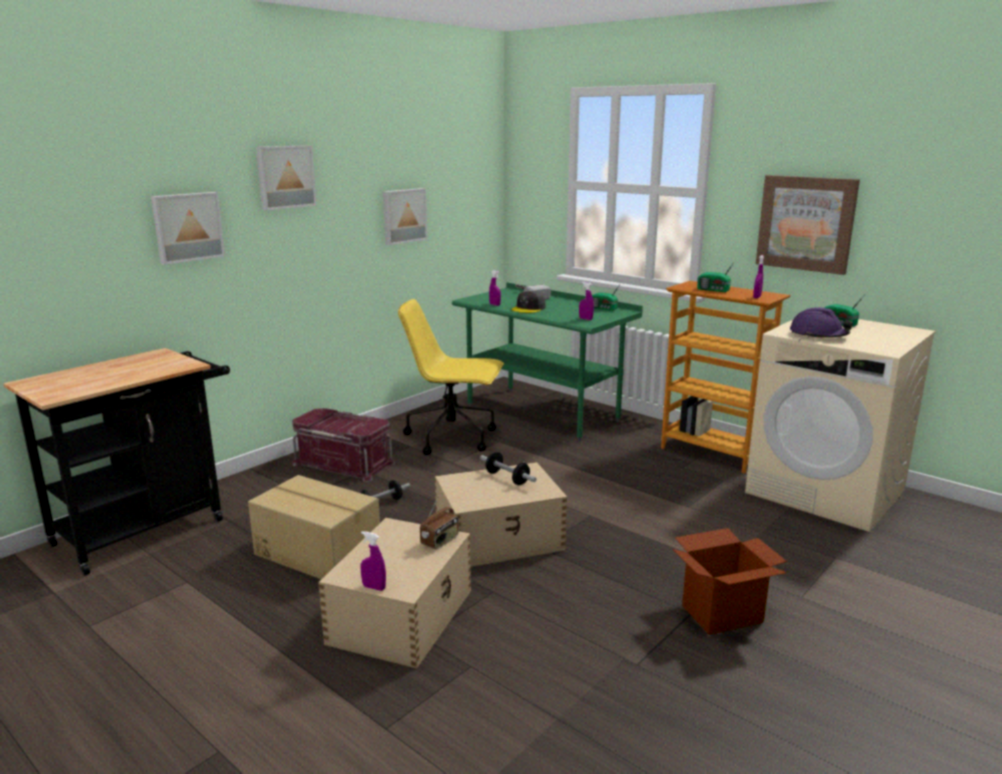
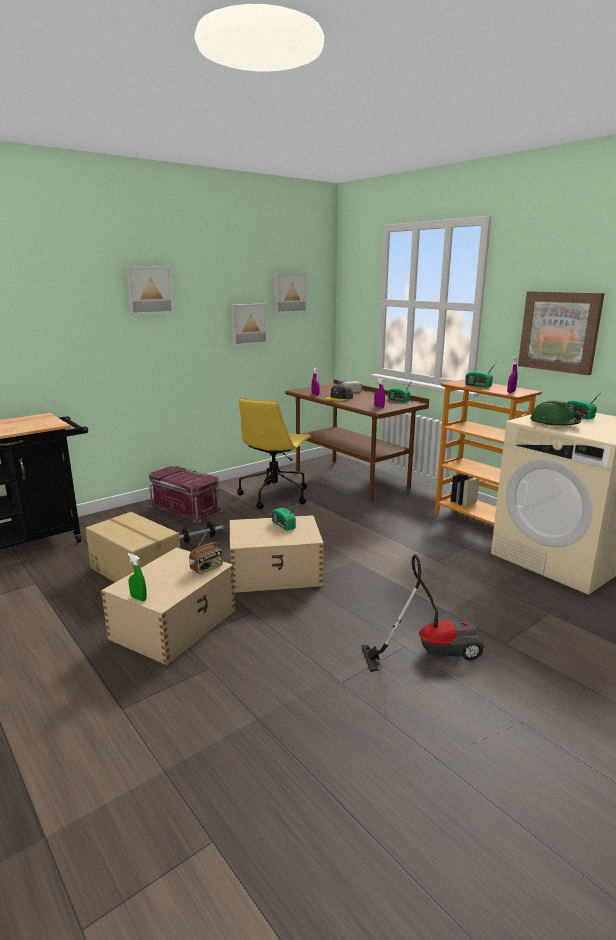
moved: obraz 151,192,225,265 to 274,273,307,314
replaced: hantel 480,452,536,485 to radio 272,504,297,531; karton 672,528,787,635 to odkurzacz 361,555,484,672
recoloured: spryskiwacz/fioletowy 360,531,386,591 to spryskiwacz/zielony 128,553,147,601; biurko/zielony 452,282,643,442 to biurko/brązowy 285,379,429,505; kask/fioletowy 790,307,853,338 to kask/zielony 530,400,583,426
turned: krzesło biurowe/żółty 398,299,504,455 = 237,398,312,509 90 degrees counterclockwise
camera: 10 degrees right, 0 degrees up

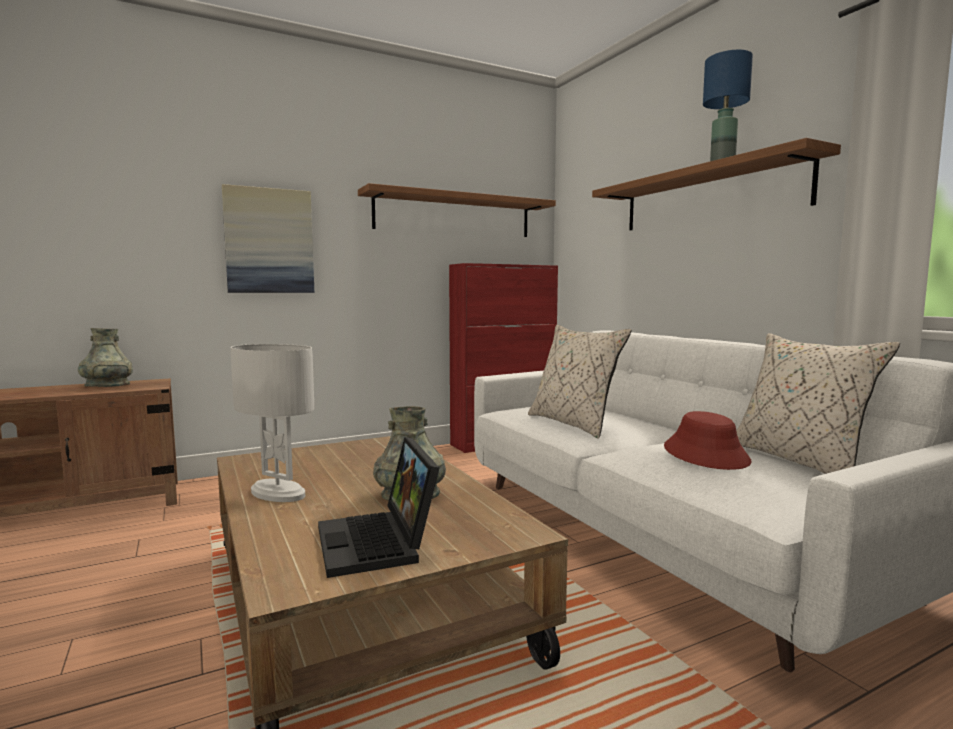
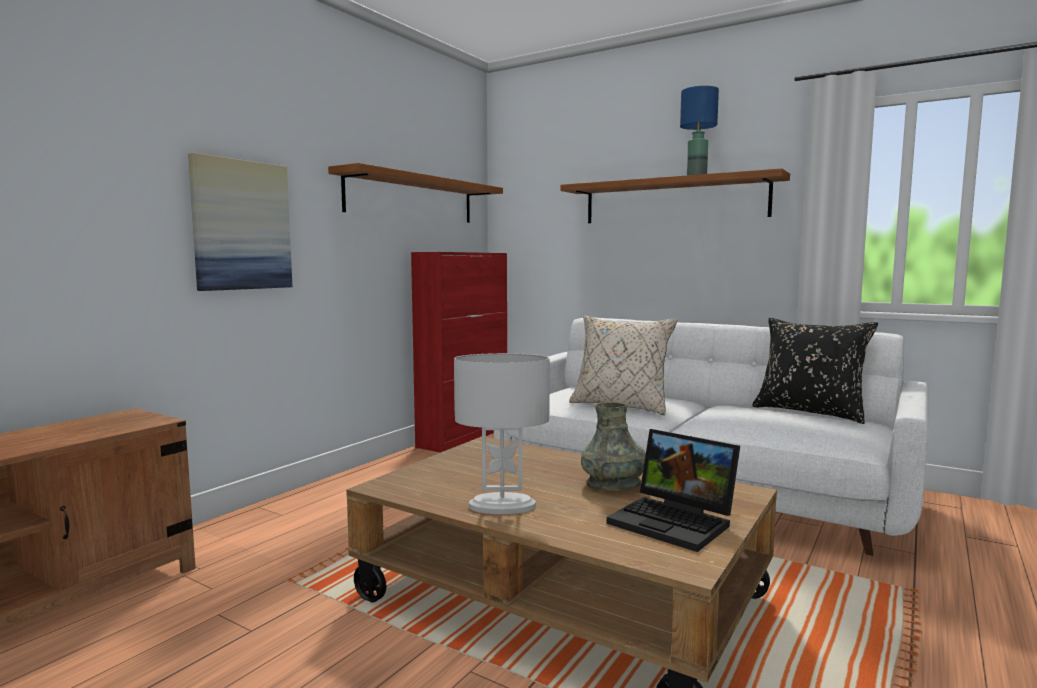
removed: wazon/szary 78,328,133,387; kapelusz/czerwony 664,411,752,470
recoloured: poduszka/beżowy 736,333,900,474 to poduszka/czarny 752,318,878,424
camera: 30 degrees left, 0 degrees up

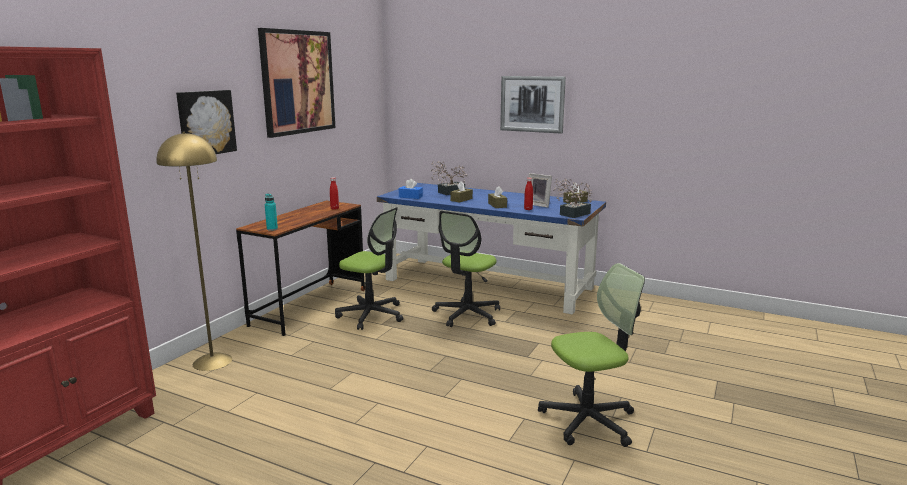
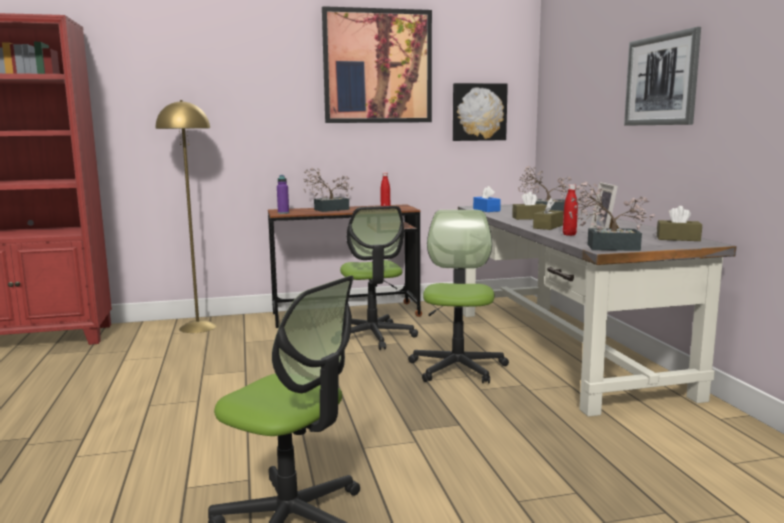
added: roślina doniczkowa 303,168,353,212
moved: obraz 176,90,237,154 to 453,83,508,141
recoloured: butelka/turkusowy 265,194,278,231 to butelka/fioletowy 277,175,289,214; biurko/niebieski 377,183,606,315 to biurko/szary 458,204,737,417
turned: krzesło biurowe 432,211,500,327 = 408,210,509,384 105 degrees clockwise
camera: 50 degrees right, 5 degrees down

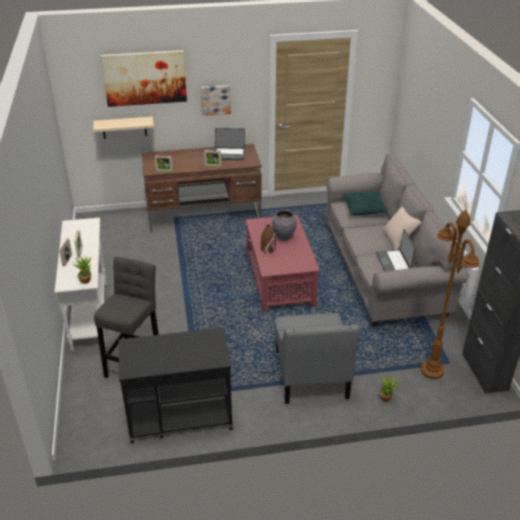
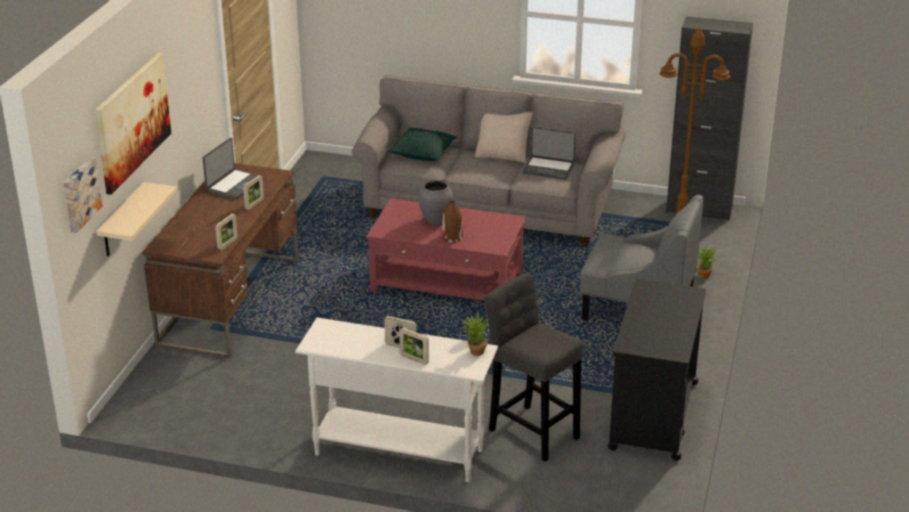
moved: obraz 200,85,231,116 to 63,157,103,233
camera: 65 degrees left, 5 degrees down

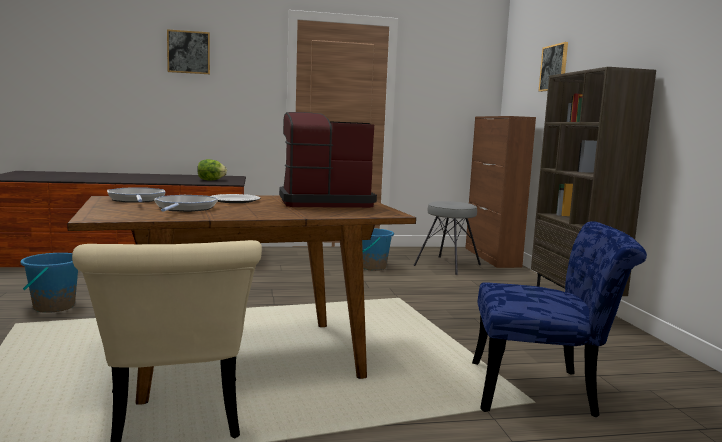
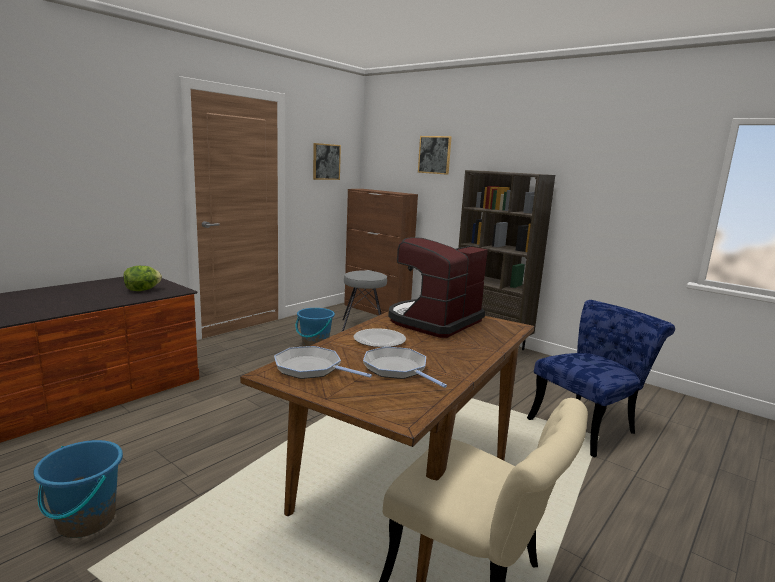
moved: obraz 167,29,210,74 to 313,143,341,180
camera: 40 degrees left, 5 degrees up

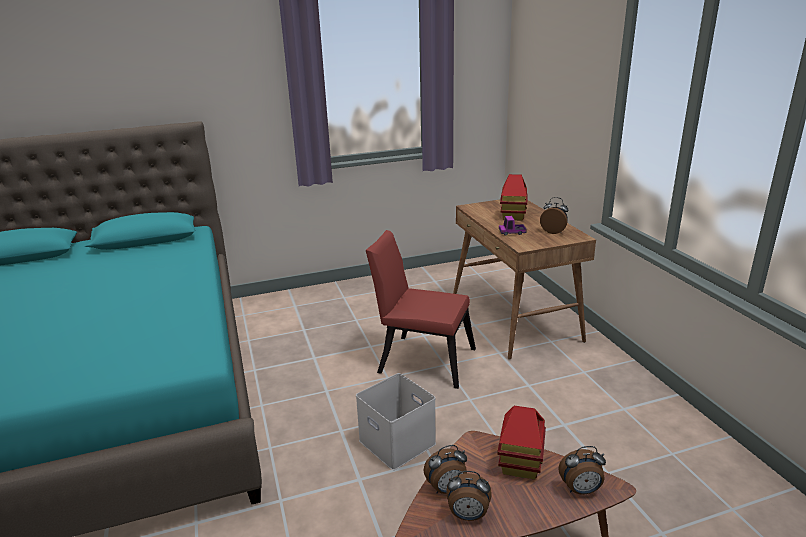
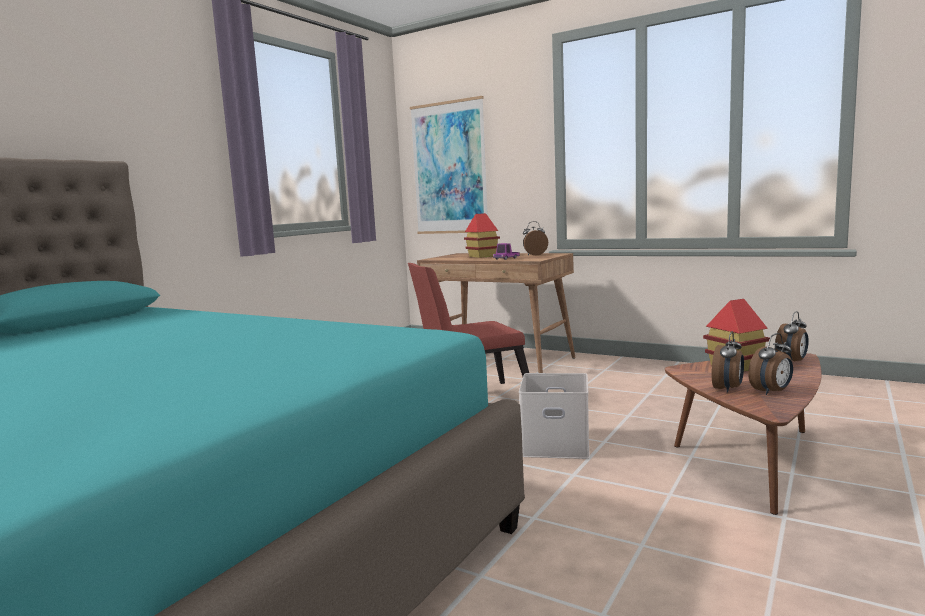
added: obraz 410,96,488,234
camera: 40 degrees left, 15 degrees down

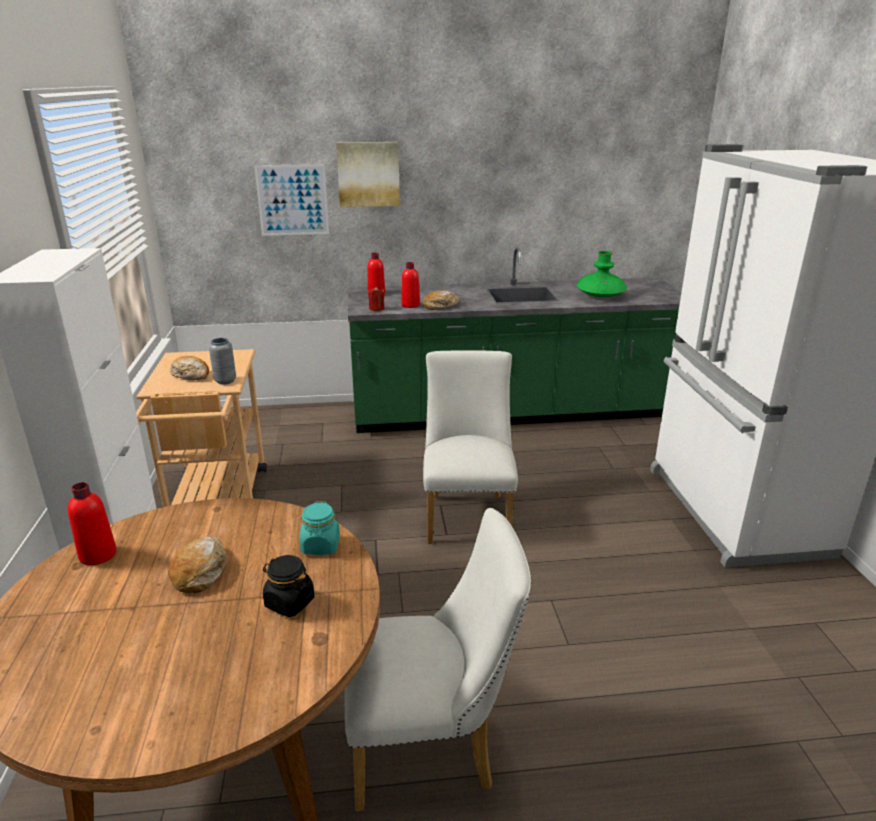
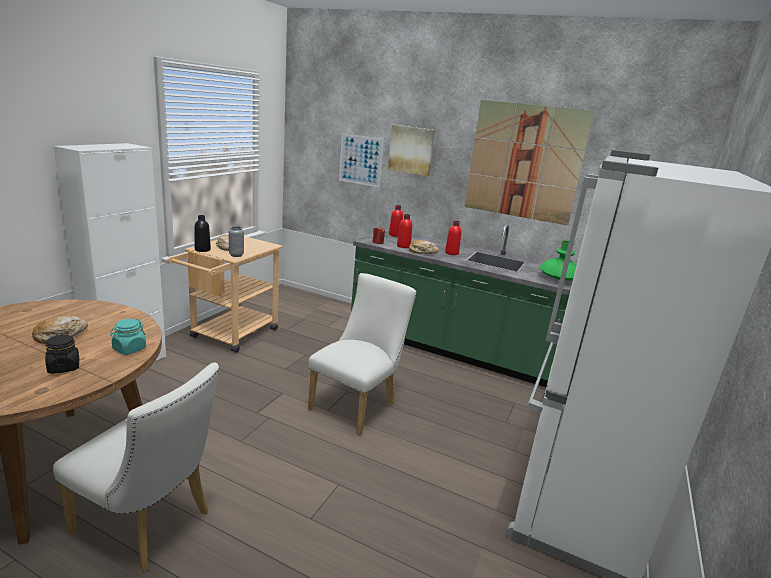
added: butelka/czarny 195,215,211,252; obraz 464,100,595,225
moved: butelka/czerwony 68,482,116,565 to 445,221,462,255
camera: 30 degrees right, 5 degrees down

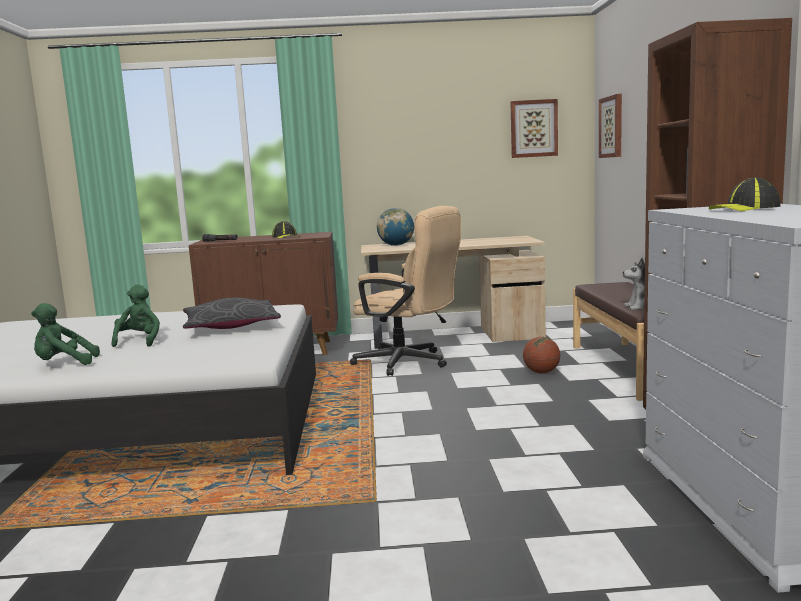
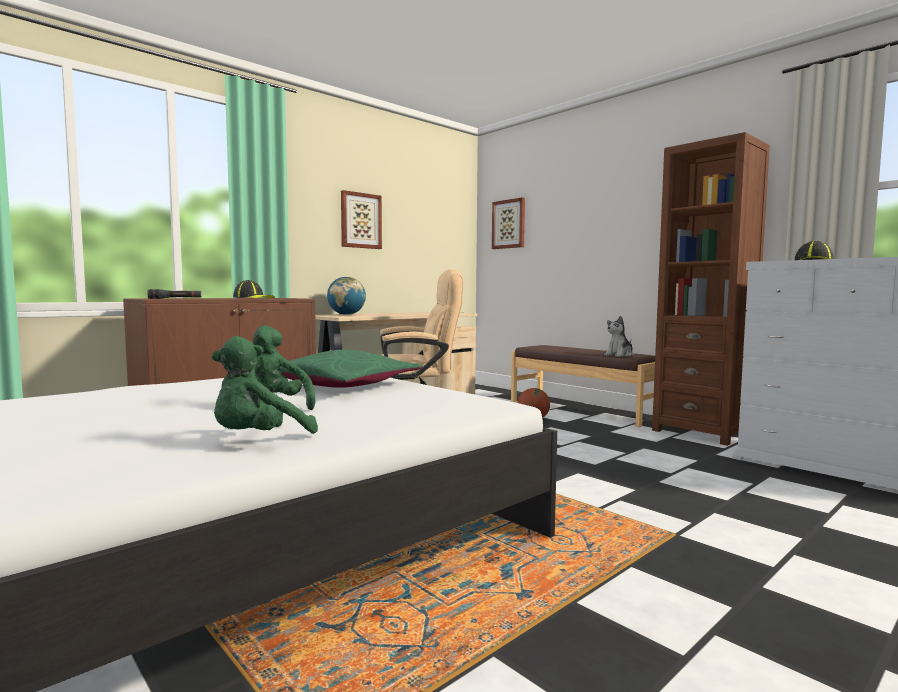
moved: obraz 510,99,558,158 to 341,190,382,249
recoloured: poduszka/szary 183,298,281,329 to poduszka/zielony 280,350,423,388
camera: 40 degrees left, 5 degrees down

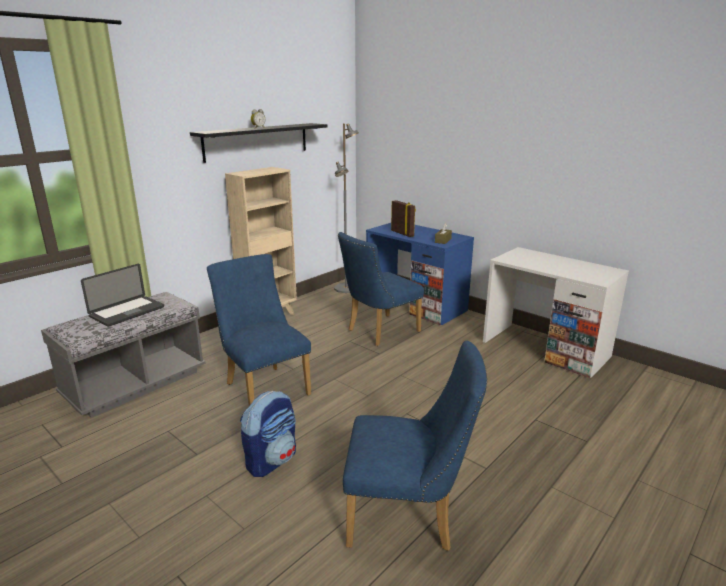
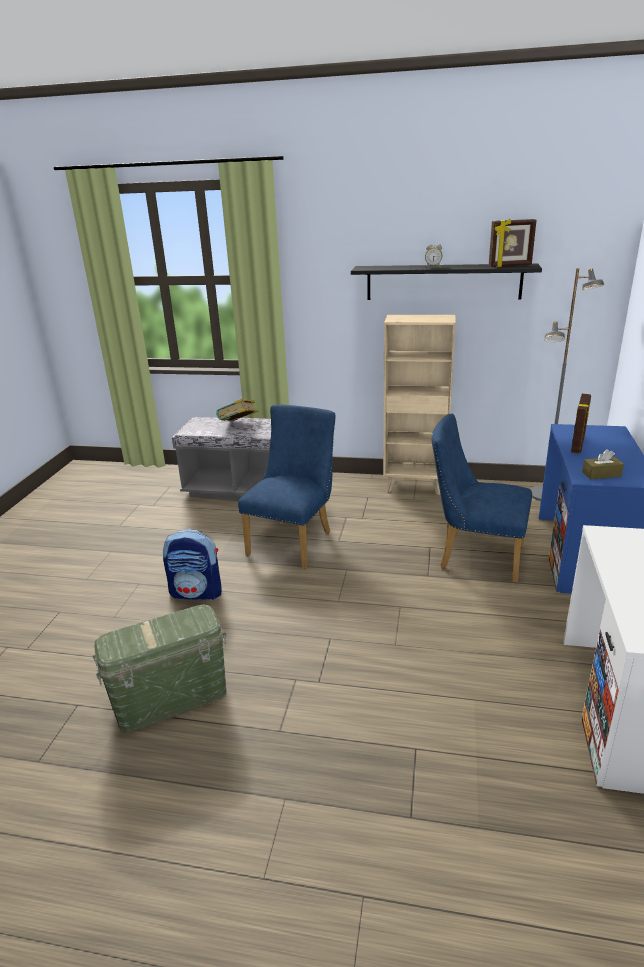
added: ramka na zdjęcie 489,219,536,267
replaced: krzesło/niebieski 343,341,487,551 to pojemnik do przechowywania/zielony 92,604,227,733; laptop 81,264,164,327 to książka 216,399,258,421
camera: 60 degrees right, 5 degrees up

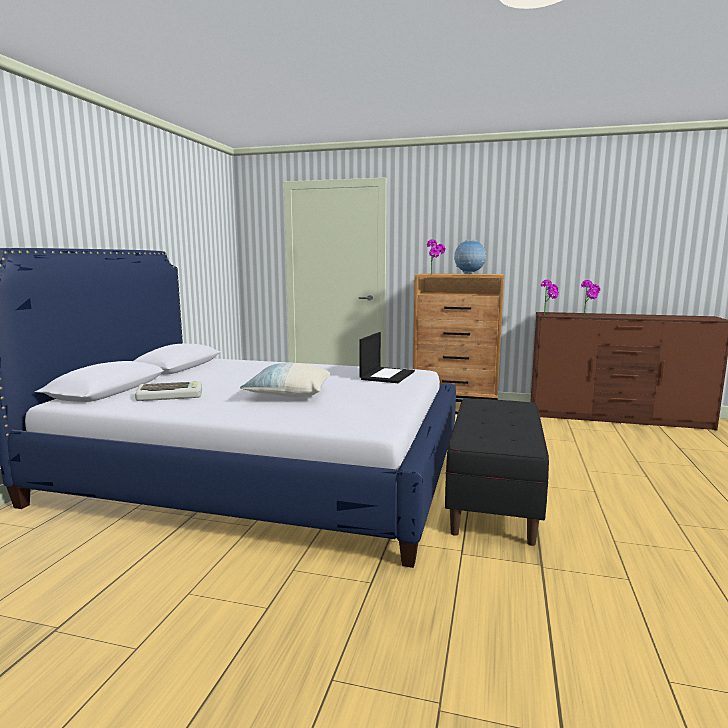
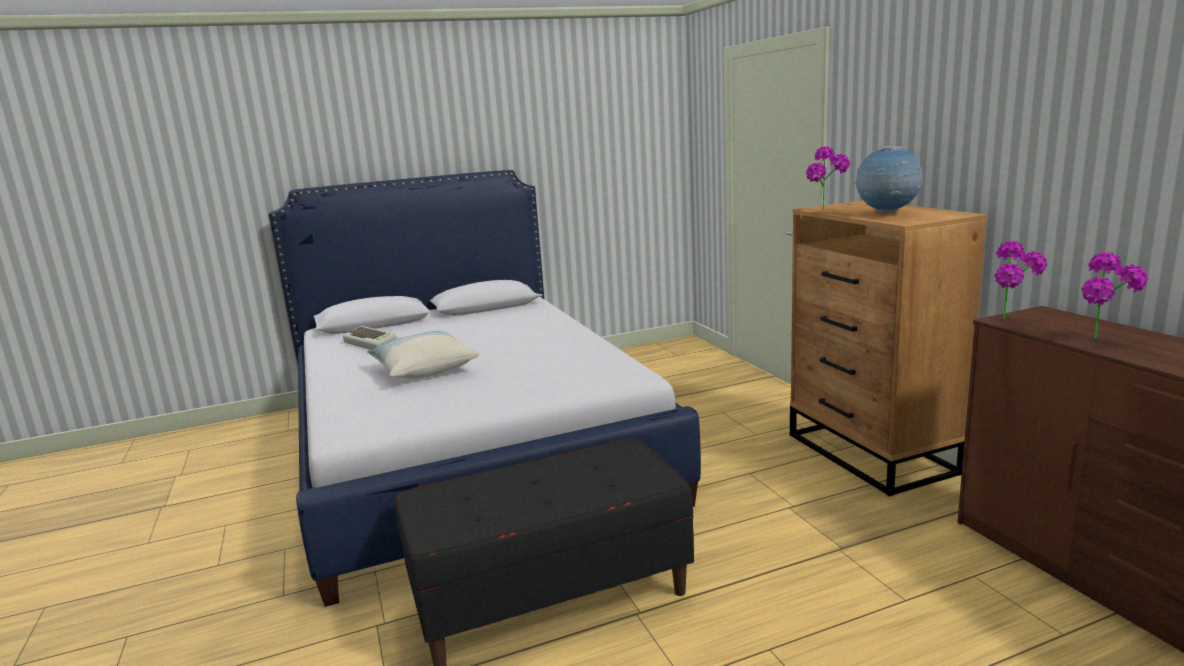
removed: laptop 359,332,415,383
camera: 55 degrees right, 5 degrees up

